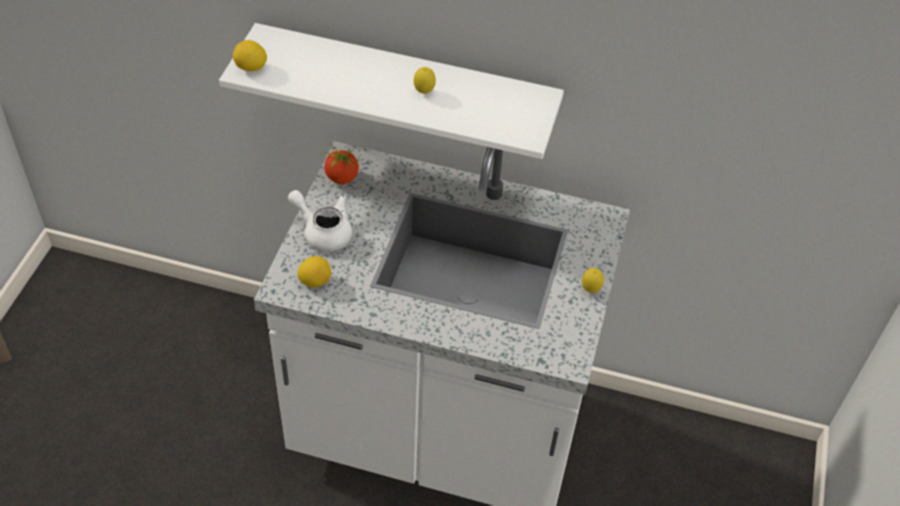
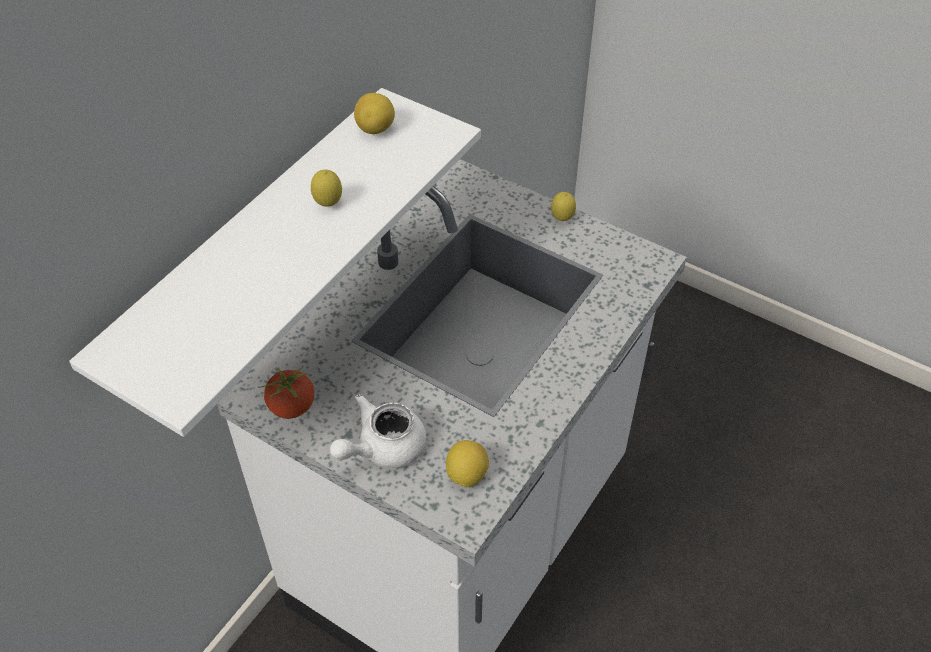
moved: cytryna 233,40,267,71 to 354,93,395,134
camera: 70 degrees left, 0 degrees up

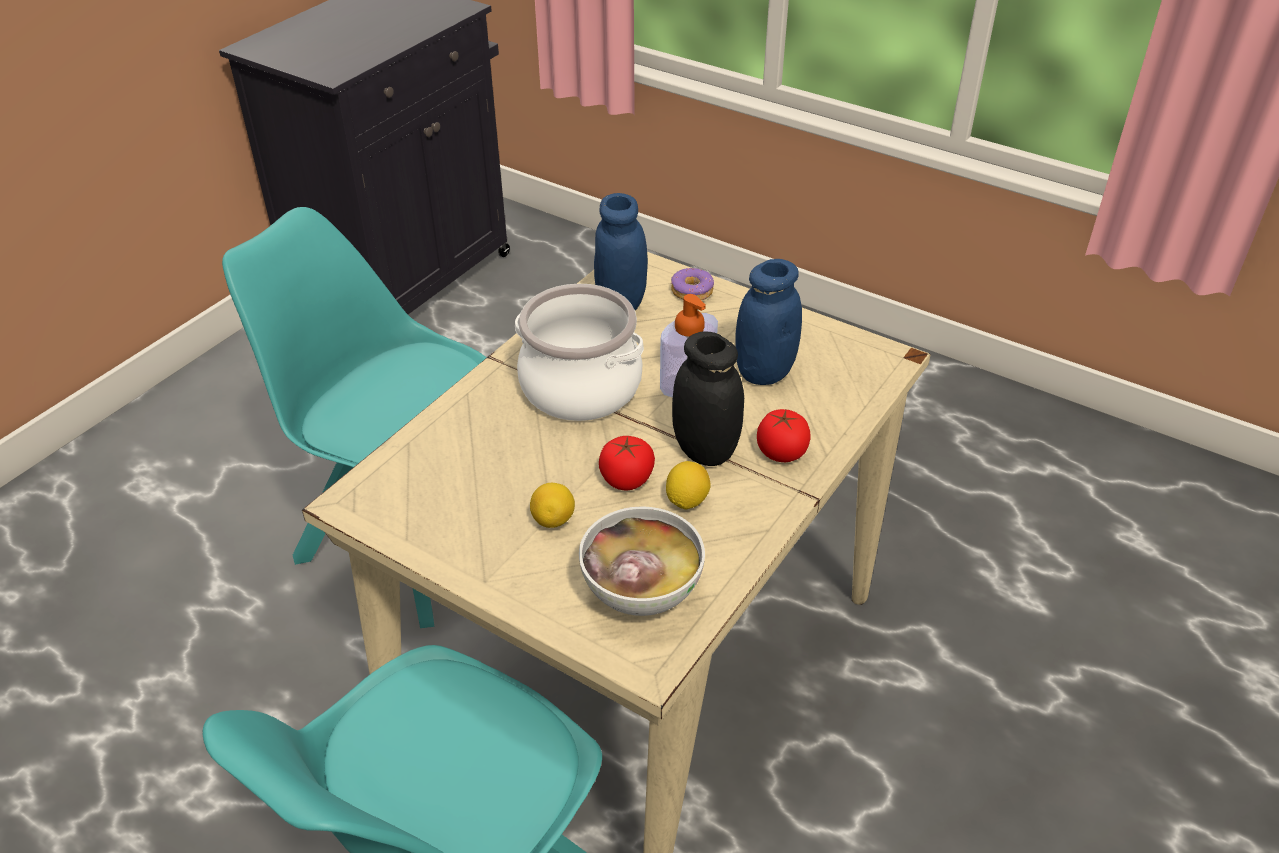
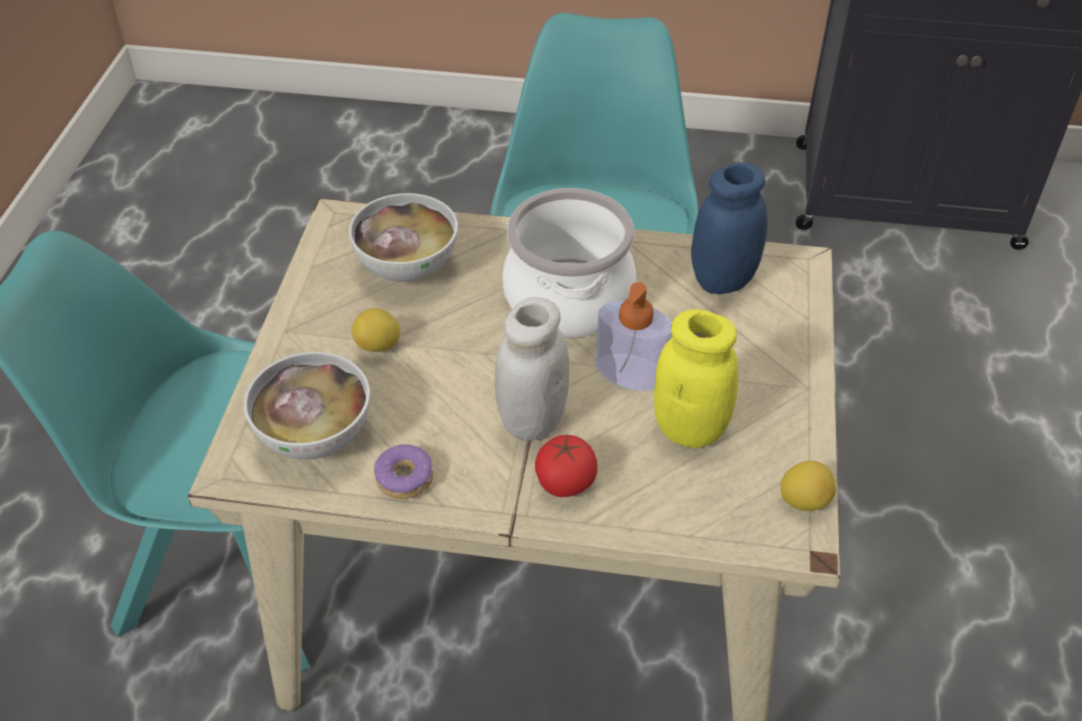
removed: pomidor 599,436,655,490
added: miska 349,193,458,282
moved: donut 671,268,714,300 to 374,444,433,499; cytryna 666,461,711,510 to 780,461,836,511
recoloured: słoik/czarny 672,331,744,466 to słoik/biały 495,297,569,441; słoik/niebieski 736,259,802,385 to słoik/żółty 654,309,738,448
camera: 65 degrees right, 5 degrees up

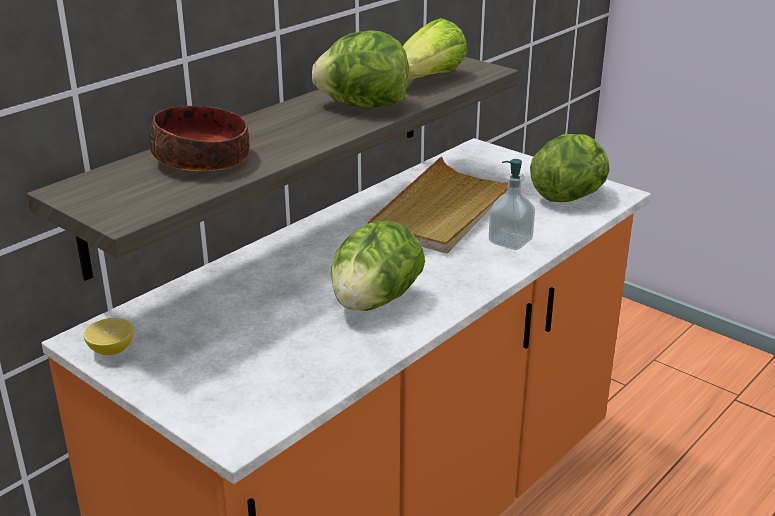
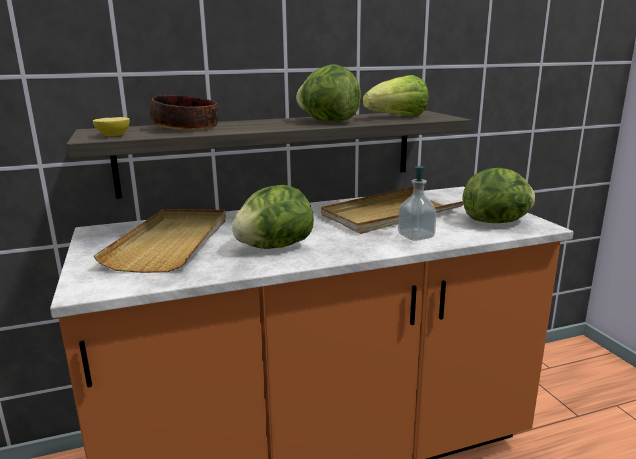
added: taca/beżowy 94,209,226,273
moved: cytryna 84,318,134,355 to 93,117,130,136
camera: 30 degrees right, 10 degrees down

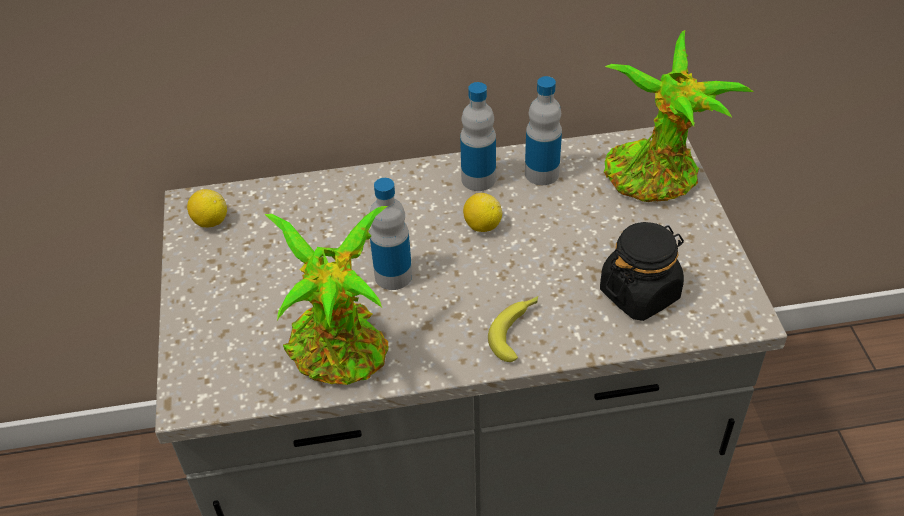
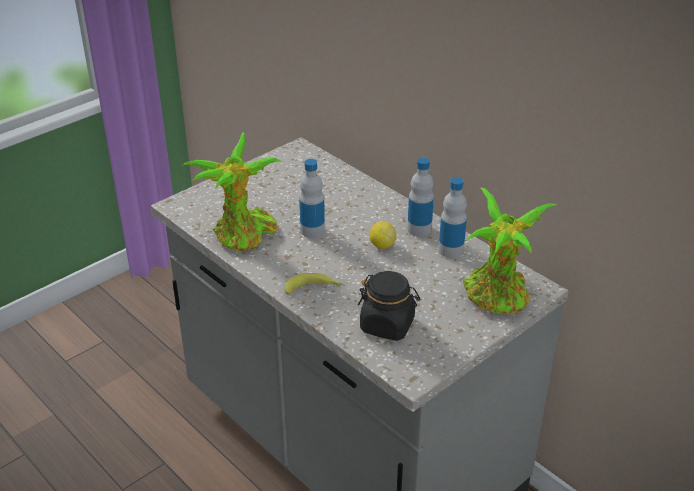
removed: cytryna 187,189,227,228
camera: 55 degrees right, 10 degrees down

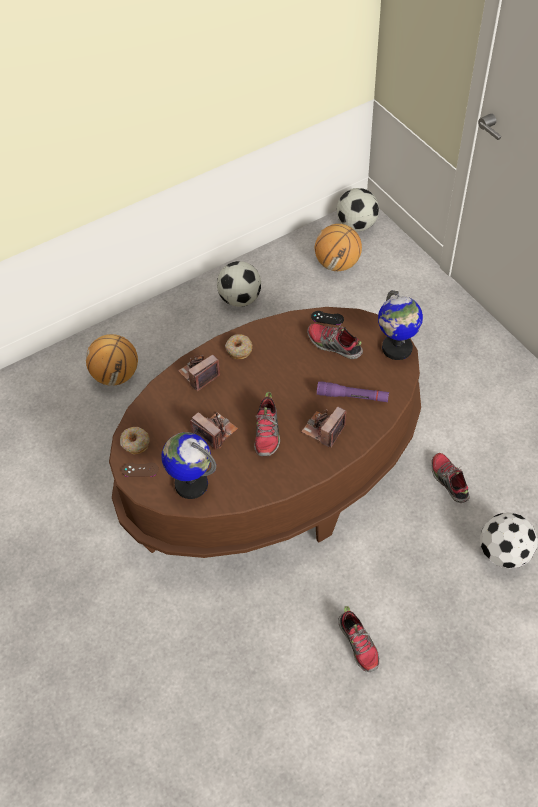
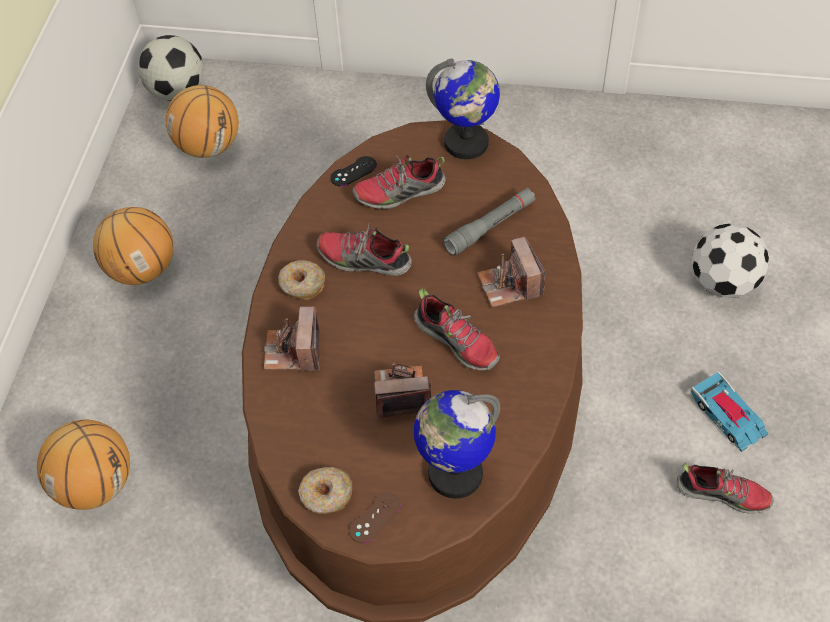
added: samochodzik 691,371,769,452
moved: but 431,453,470,503 to 316,224,412,276
replaced: piłka futbolowa 217,261,261,307 to piłka do koszykówki 93,207,173,285
recoloured: latarka/fioletowy 317,381,389,402 to latarka/szary 443,188,536,256
camera: 50 degrees left, 0 degrees up

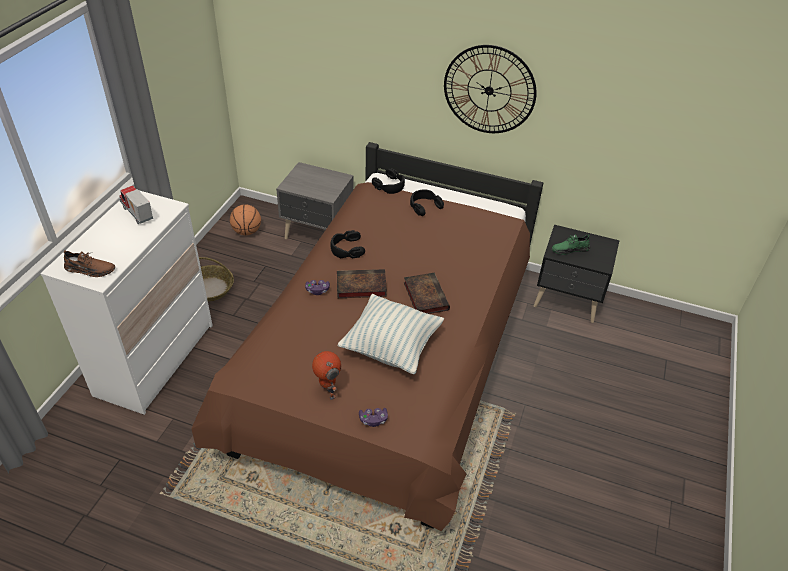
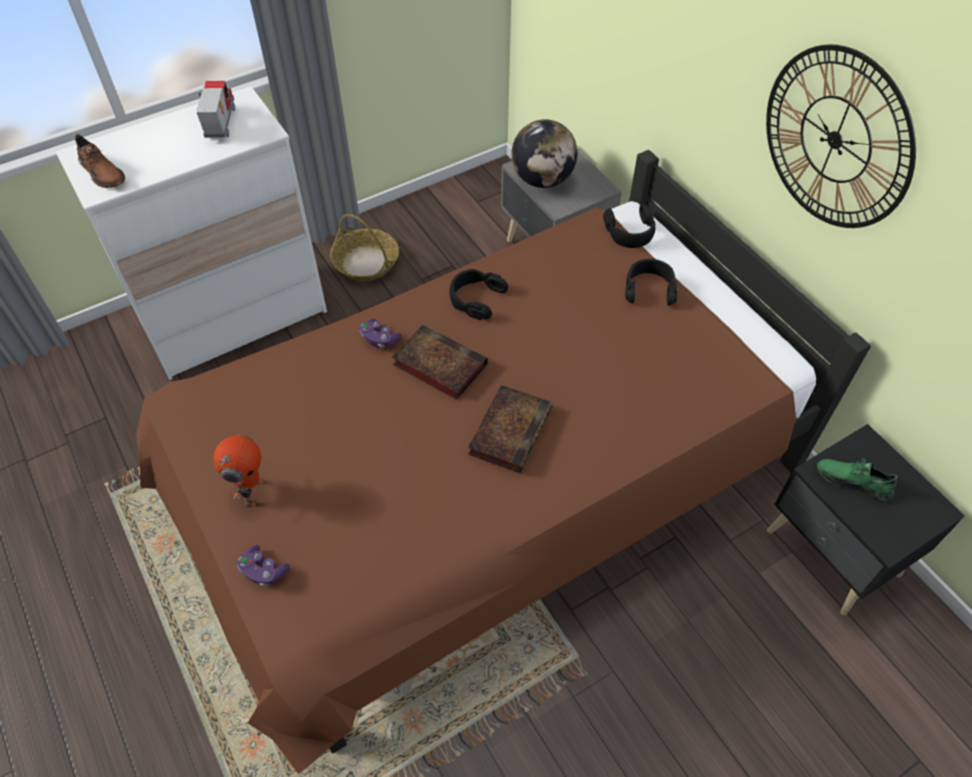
removed: piłka do koszykówki 230,204,261,235; poduszka 337,294,444,374
added: globus 511,119,577,188
camera: 40 degrees right, 10 degrees up

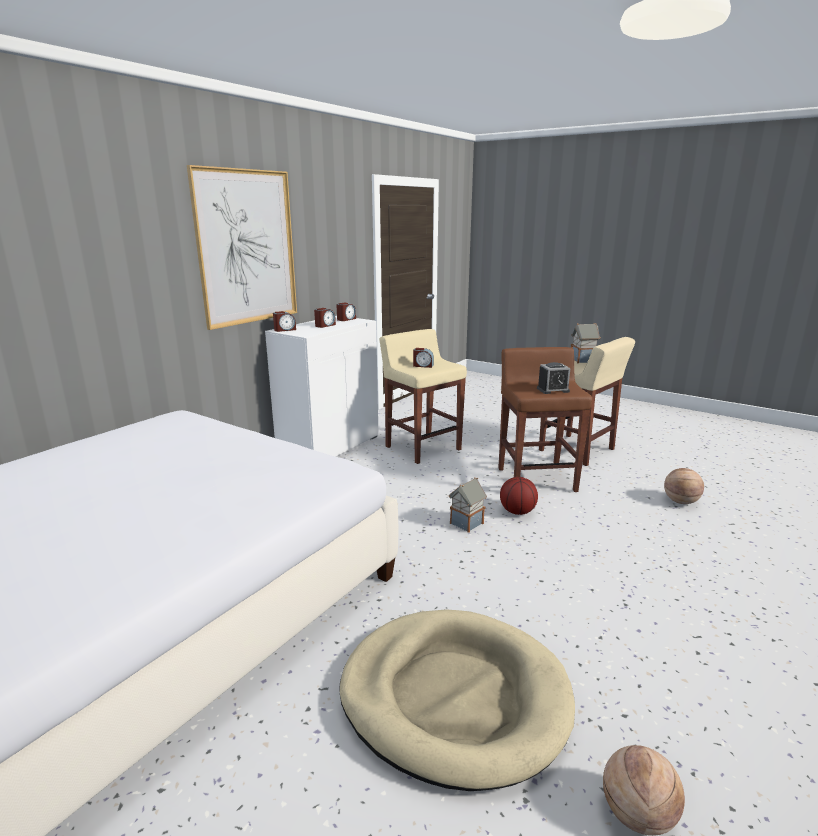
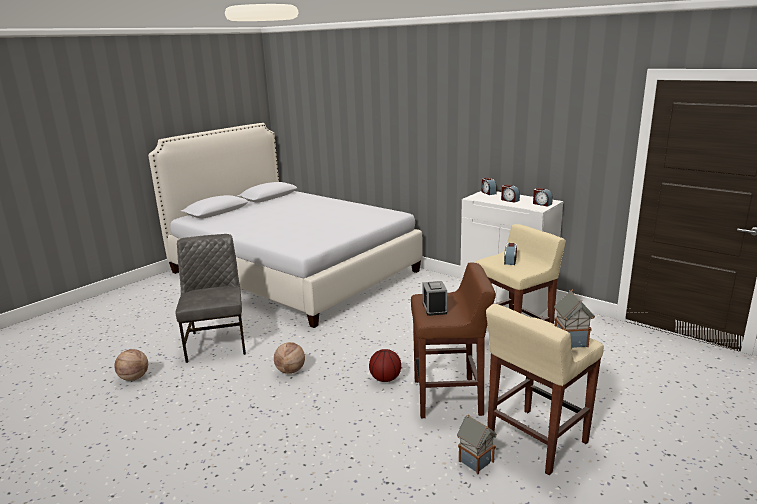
removed: obraz 187,165,297,330
moved: piłka do koszykówki 664,468,704,504 to 274,342,305,374; domek 449,477,487,533 to 457,415,497,474
replaced: legowisko/beżowy 340,609,575,791 to krzesło/szary 175,234,246,363
camera: 95 degrees right, 0 degrees up

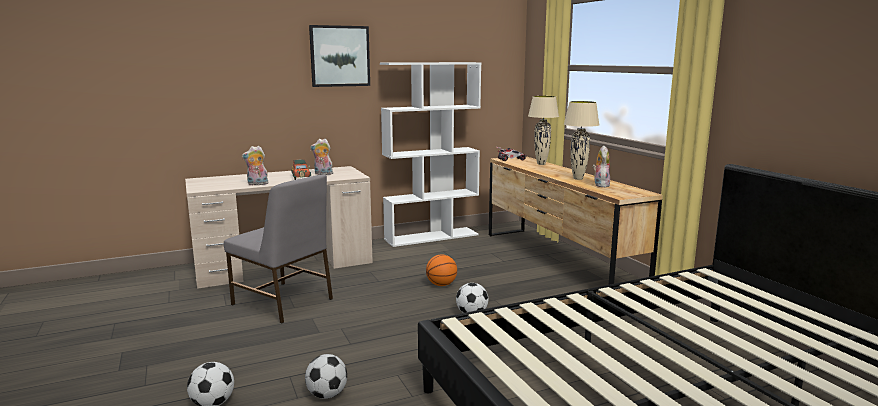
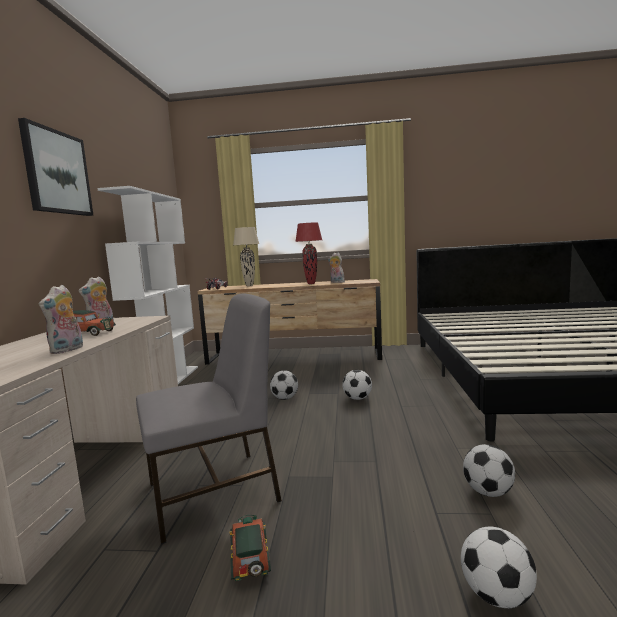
added: samochodzik 229,515,271,581
replaced: piłka do koszykówki 426,255,457,286 to piłka futbolowa 270,370,298,400
recoloured: lampa stołowa/beżowy 564,101,599,180 to lampa stołowa/czerwony 295,222,322,284
camera: 60 degrees left, 5 degrees down

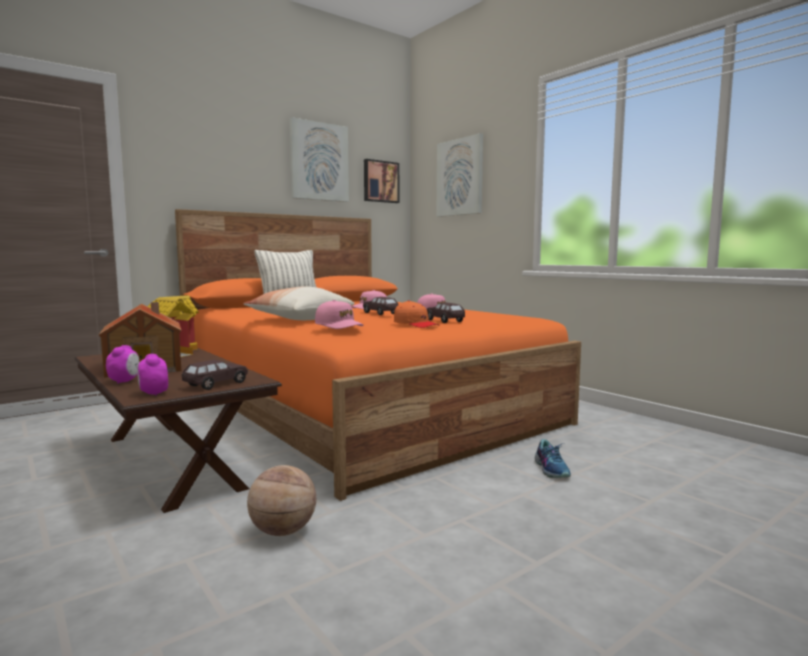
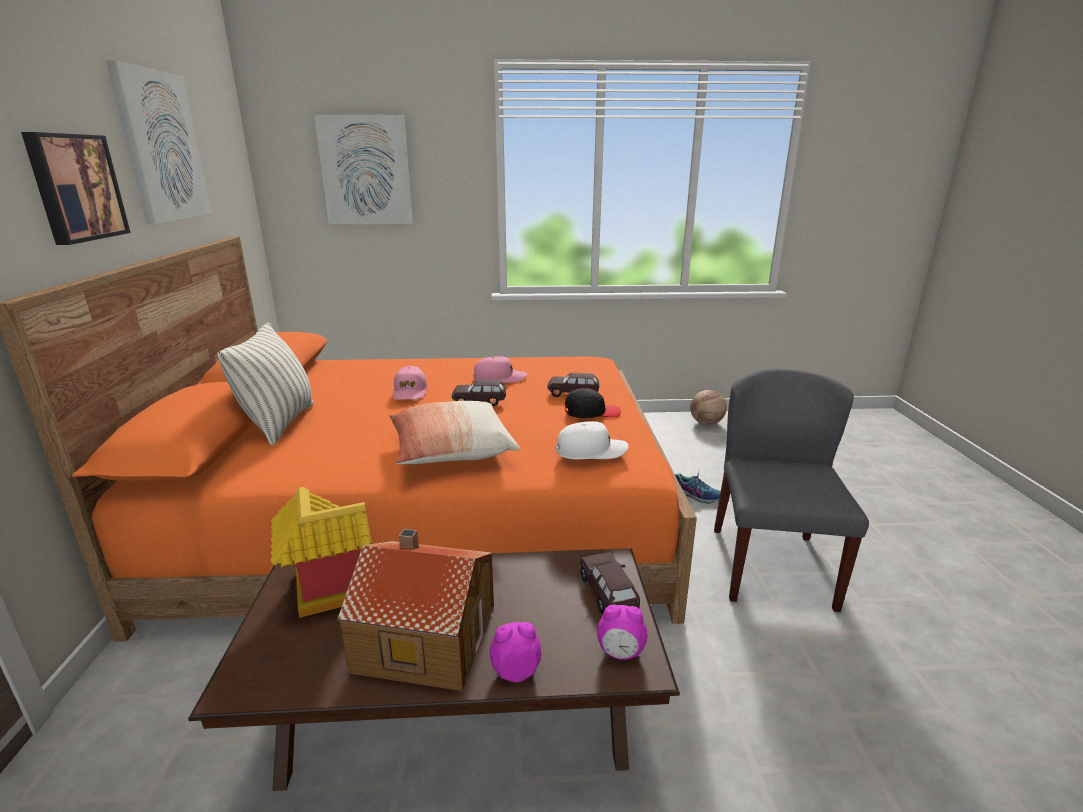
added: krzesło/szary 714,368,869,612
moved: obraz 364,159,399,203 to 21,132,131,245; piłka do koszykówki 247,465,316,536 to 690,390,727,425
recoloured: czapka z daszkiem/różowy 315,300,363,329 to czapka z daszkiem/biały 555,421,629,459; czapka z daszkiem/pomarańczowy 394,300,440,328 to czapka z daszkiem/czarny 565,388,621,418
turned: budzik 106,345,139,384 = 490,622,541,683 45 degrees counterclockwise
camera: 55 degrees left, 15 degrees up

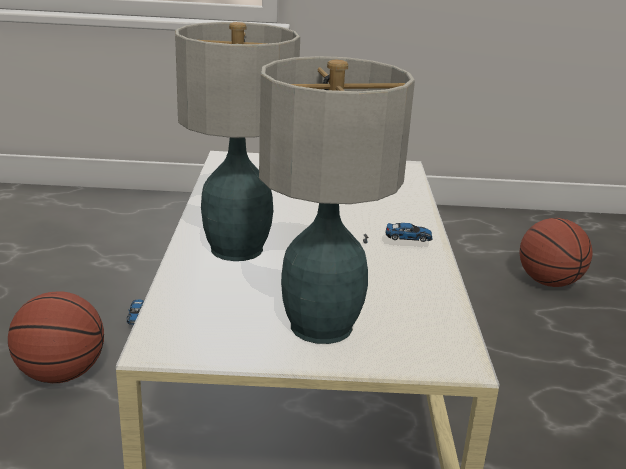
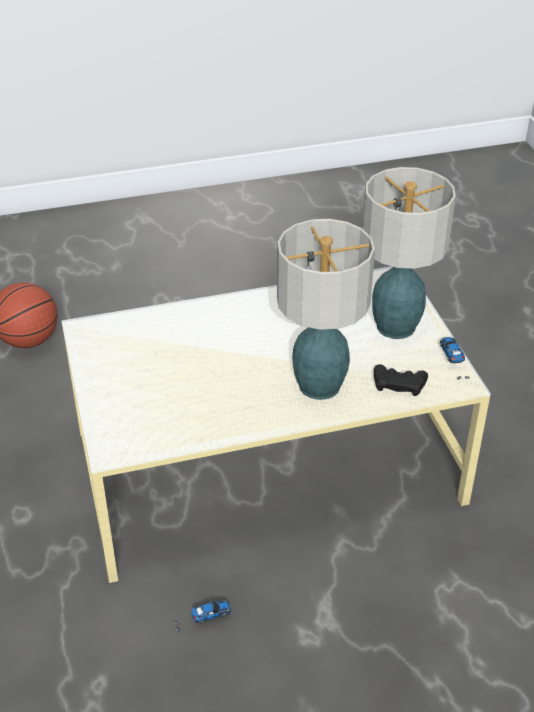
removed: piłka do koszykówki 8,291,104,383
added: pad do gier/czarny 374,364,428,396
moved: samochodzik 363,223,432,244 to 440,337,470,380
camera: 105 degrees left, 15 degrees up

